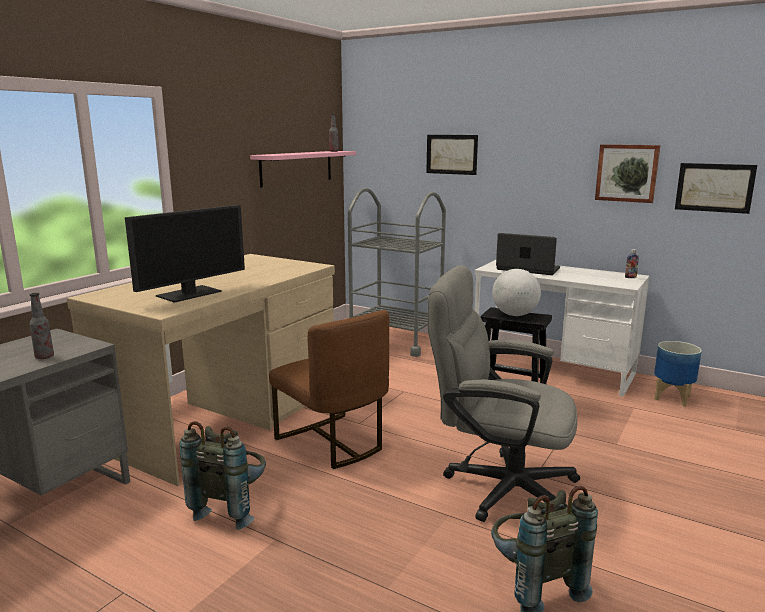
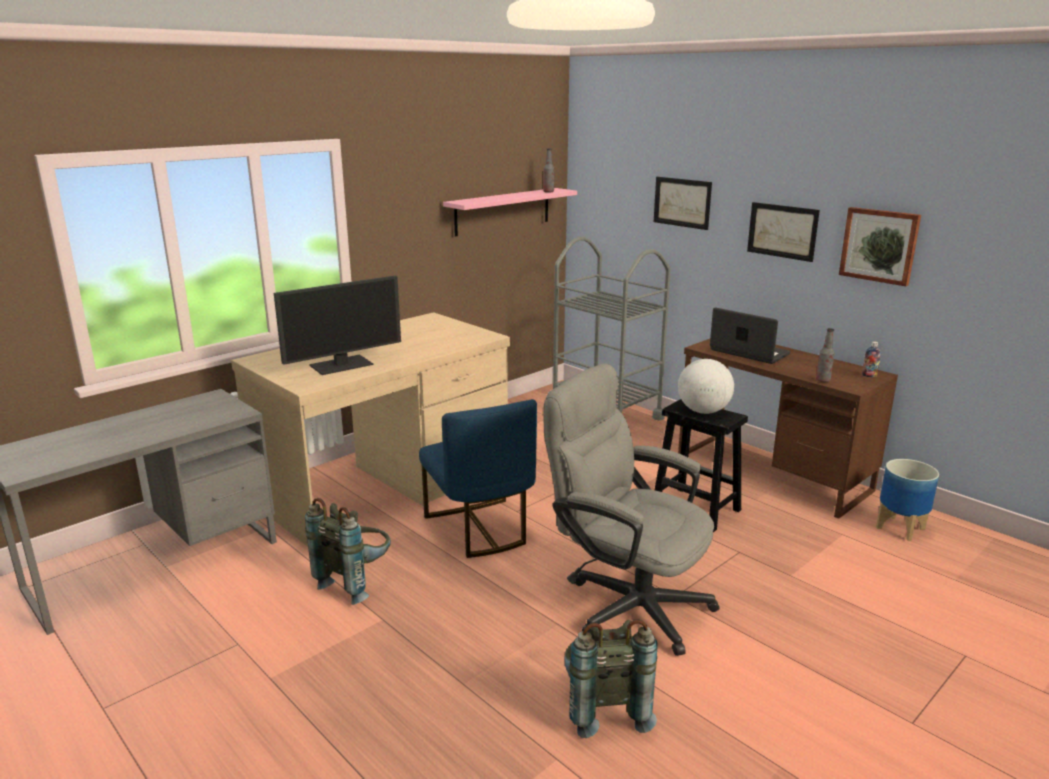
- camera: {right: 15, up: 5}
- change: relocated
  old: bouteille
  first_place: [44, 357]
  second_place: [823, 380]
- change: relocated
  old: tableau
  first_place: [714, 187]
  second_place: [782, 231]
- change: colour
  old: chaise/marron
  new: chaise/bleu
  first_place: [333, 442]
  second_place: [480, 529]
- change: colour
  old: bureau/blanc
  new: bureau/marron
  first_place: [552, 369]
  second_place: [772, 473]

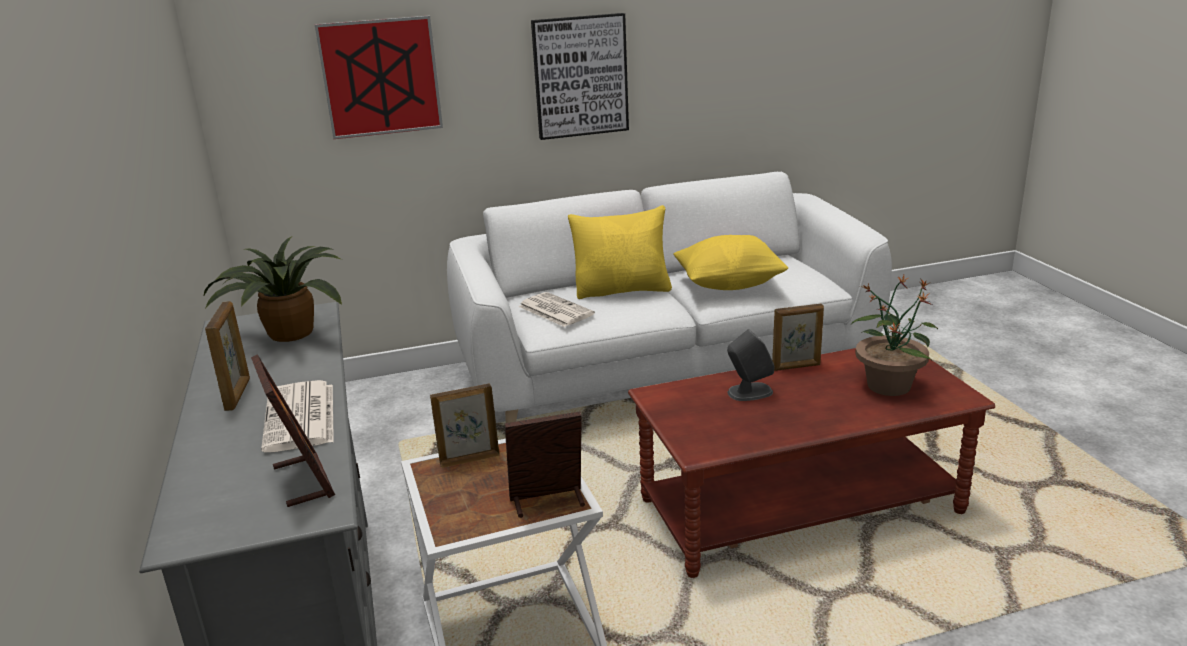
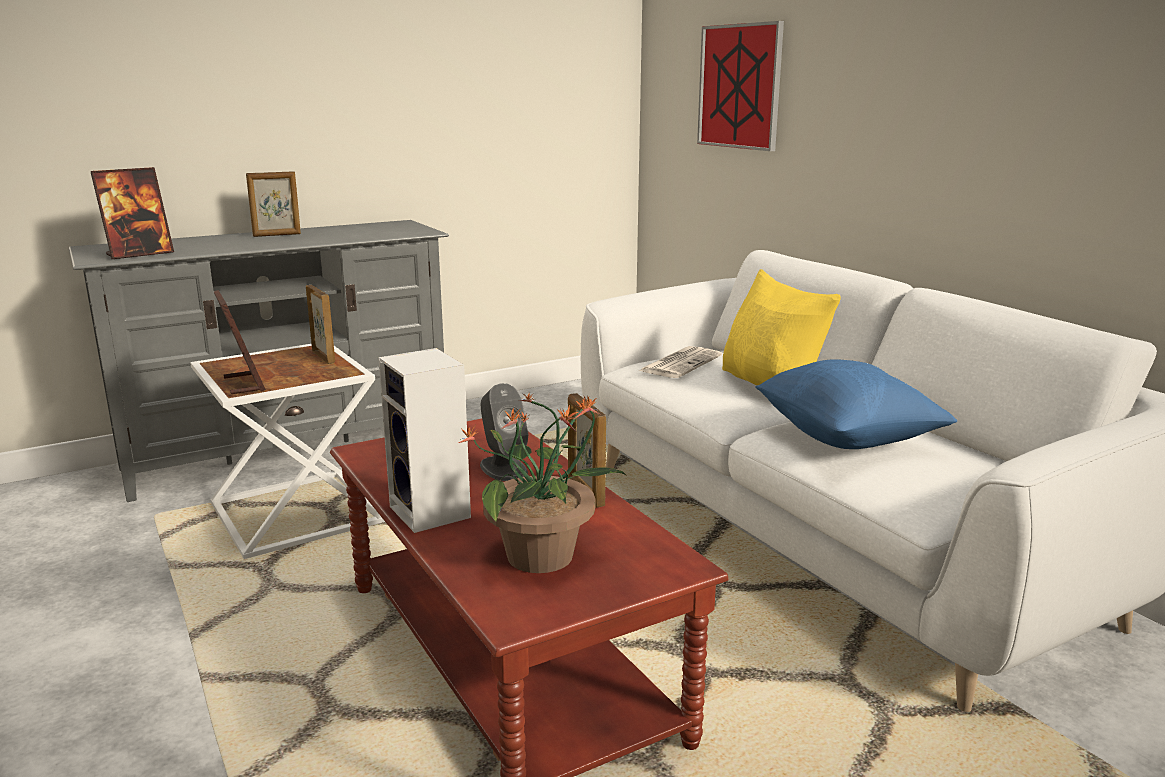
- camera: {right: 75, up: -5}
- change: missing
  old: plante en pot
  first_place: [286, 334]
- change: missing
  old: journal
  first_place: [301, 418]
- change: missing
  old: tableau
  first_place: [580, 76]
- change: appeared
  new: enceinte
  second_place: [432, 513]
- change: colour
  old: coussin/jaune
  new: coussin/bleu
  first_place: [729, 284]
  second_place: [846, 439]

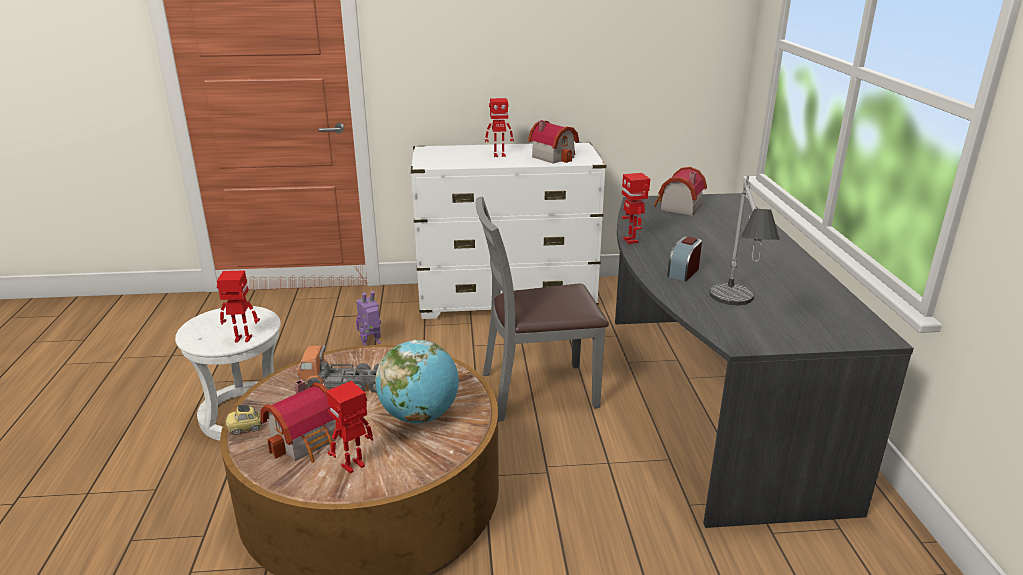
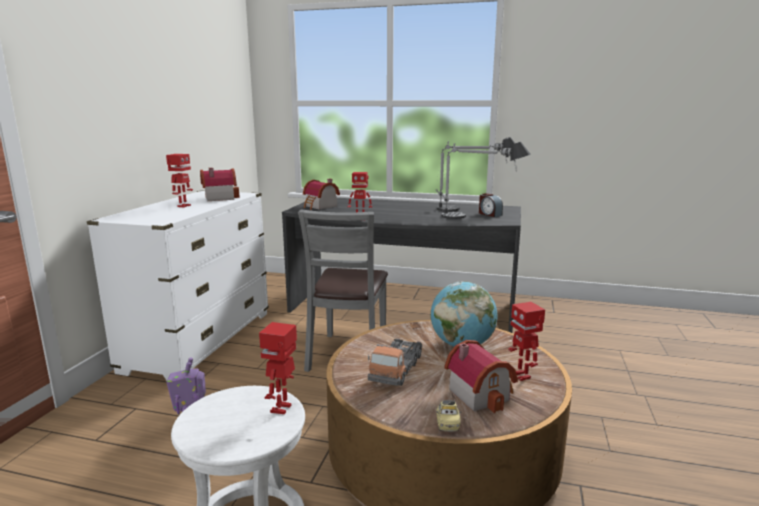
- camera: {right: -70, up: -10}
- change: appeared
  new: lampe de table
  second_place: [472, 209]
- change: relocated
  old: réveil
  first_place: [683, 272]
  second_place: [489, 214]

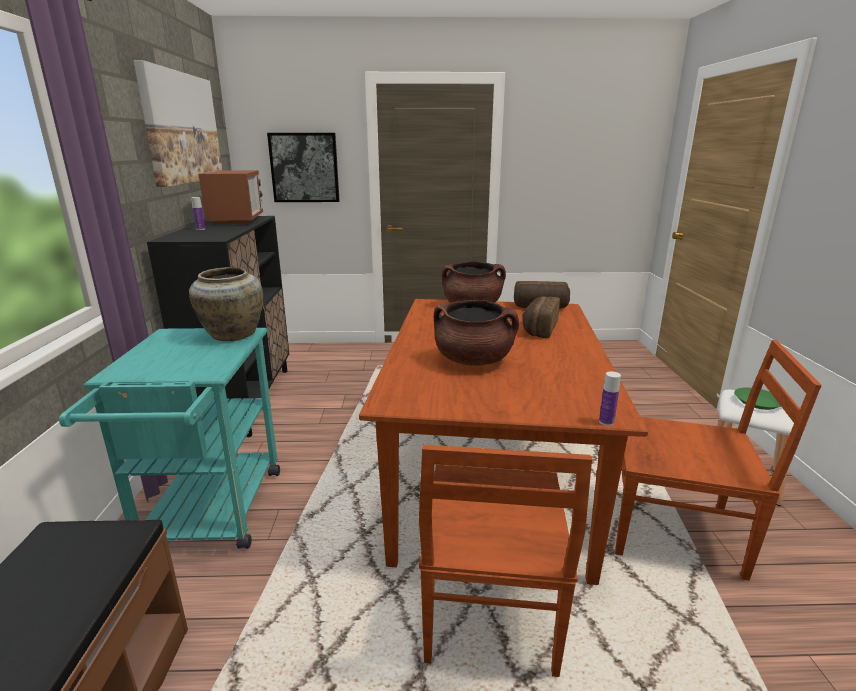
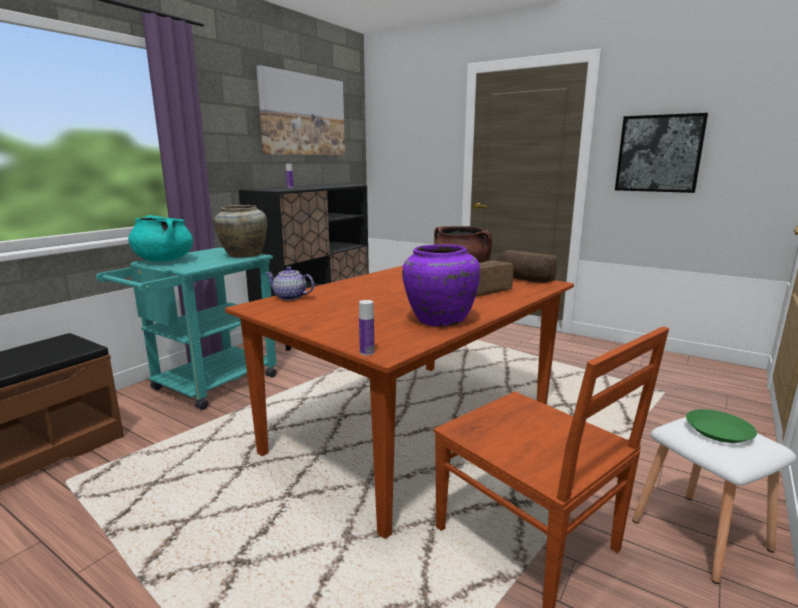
- camera: {right: 35, up: -5}
- change: missing
  old: micro-ondes
  first_place: [237, 220]
- change: missing
  old: chaise/marron
  first_place: [490, 611]
- change: missing
  old: marmite/marron
  first_place: [473, 360]
- change: appeared
  new: marmite/turquoise
  second_place: [164, 260]
- change: appeared
  new: théière
  second_place: [290, 297]
- change: appeared
  new: vase/violet
  second_place: [439, 320]
- change: relocated
  old: tableau
  first_place: [304, 168]
  second_place: [659, 153]

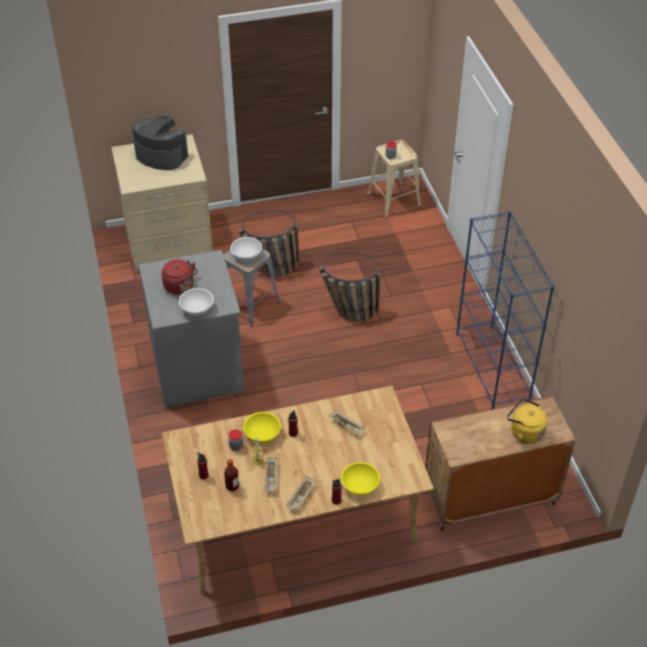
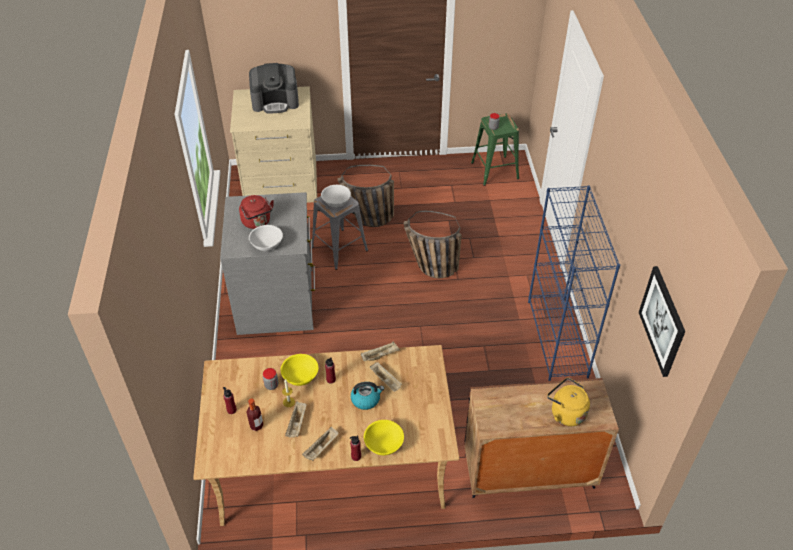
- camera: {right: 10, up: 0}
- change: appeared
  new: bouilloire
  second_place: [366, 399]
- change: appeared
  new: plateau/beige
  second_place: [380, 355]
- change: appeared
  new: tableau
  second_place: [662, 321]
- change: colour
  old: tabouret/beige
  new: tabouret/vert
  first_place: [393, 200]
  second_place: [494, 170]
- change: spun
  old: machine à café
  first_place: [161, 155]
  second_place: [275, 102]
  degrees: 135

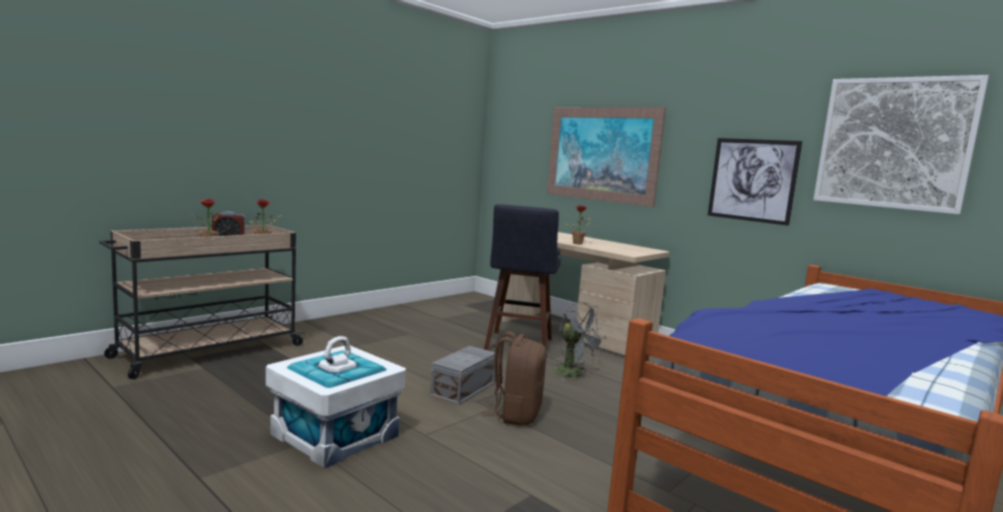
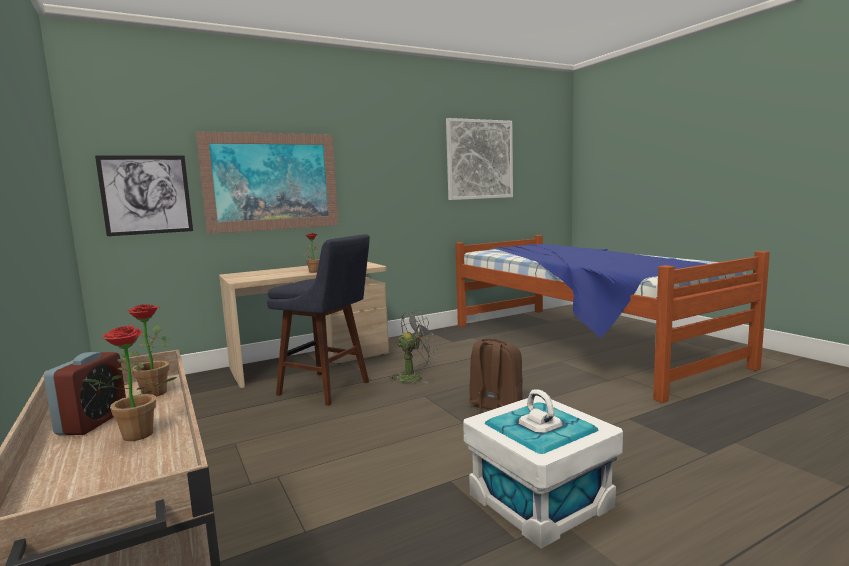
- camera: {right: -70, up: 0}
- change: missing
  old: boîte de rangement/gris
  first_place: [464, 389]
- change: relocated
  old: tableau
  first_place: [752, 180]
  second_place: [146, 195]

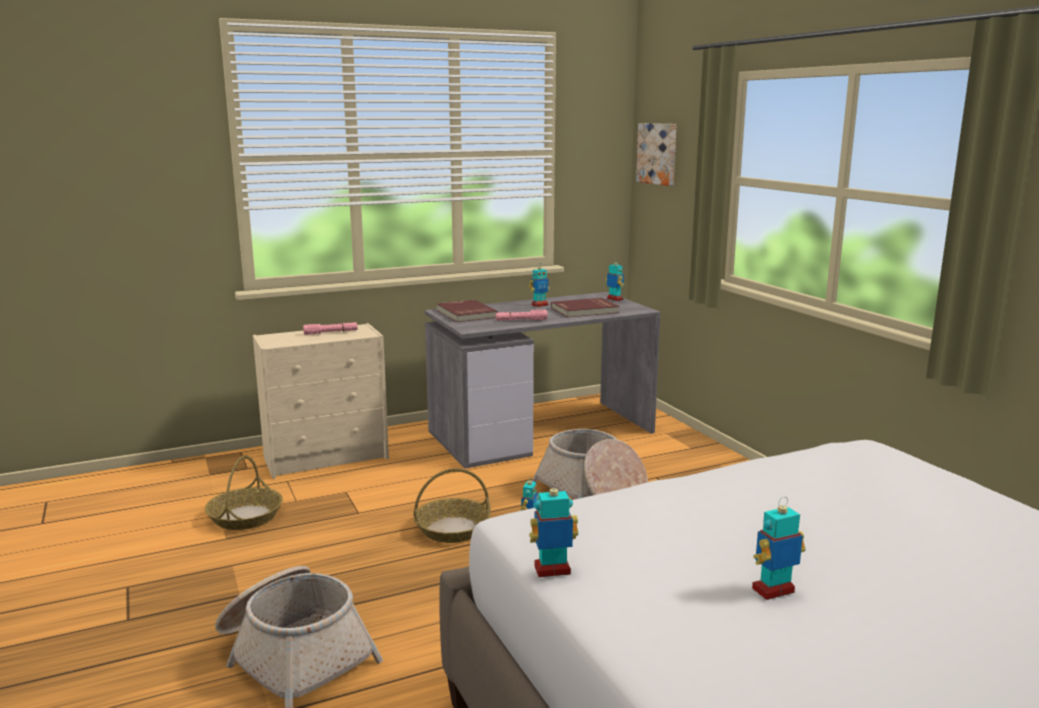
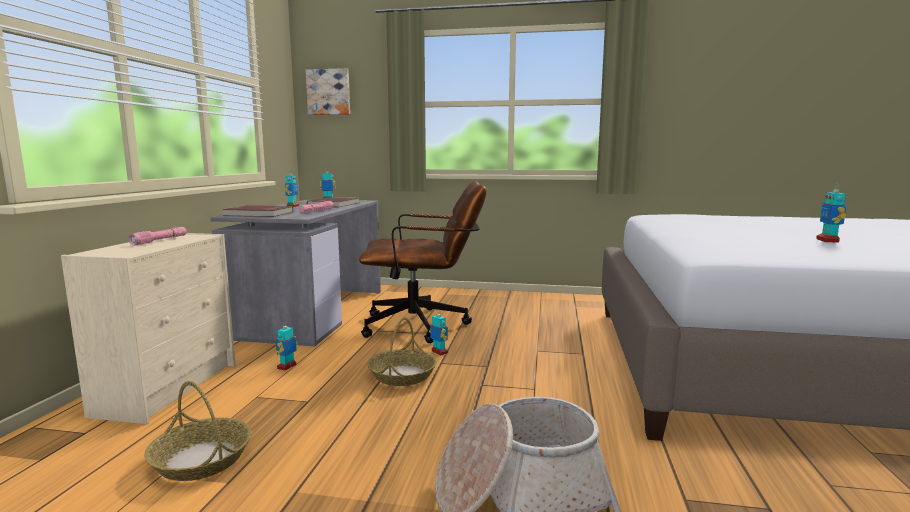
- camera: {right: -55, up: -5}
- change: relocated
  old: robot jouet
  first_place: [552, 571]
  second_place: [287, 367]
- change: exchanged
  old: panier
  new: chaise de bureau/marron
  first_place: [592, 492]
  second_place: [425, 325]

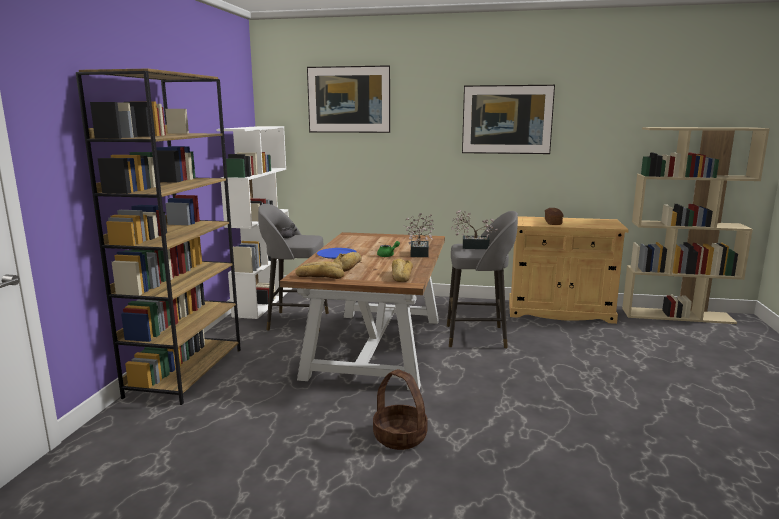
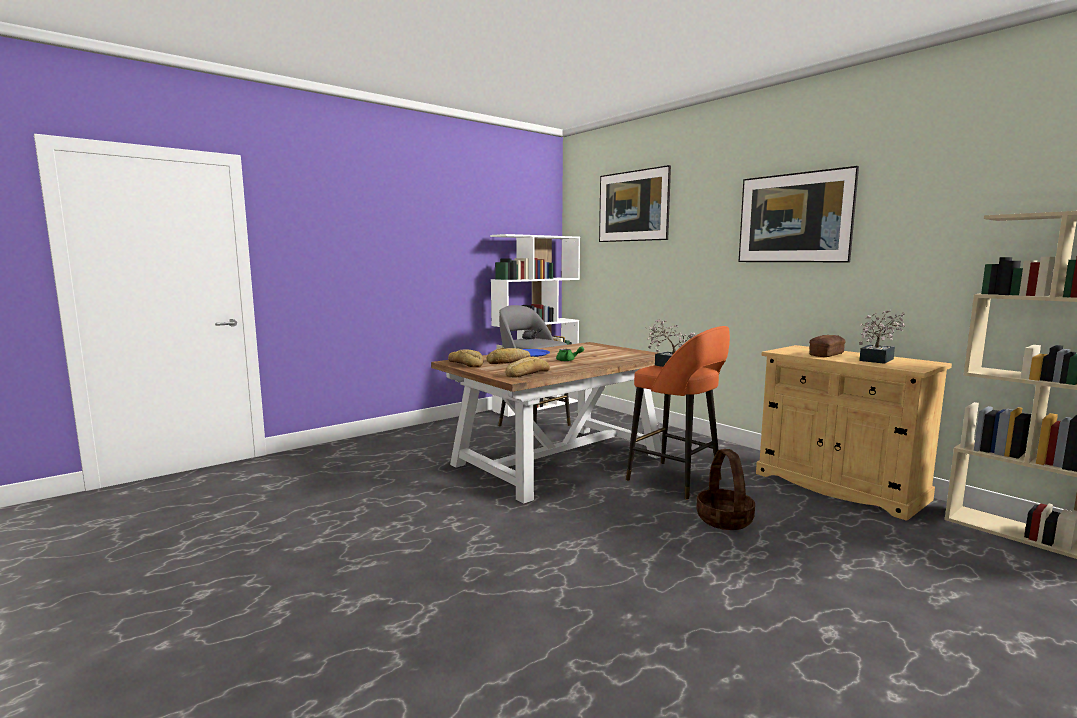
- camera: {right: 40, up: -5}
- change: missing
  old: bibliothèque/marron
  first_place: [186, 372]
- change: relocated
  old: panier
  first_place: [400, 437]
  second_place: [725, 520]
- change: relocated
  old: plante en pot
  first_place: [420, 252]
  second_place: [878, 359]
- change: colour
  old: tabouret/gris
  new: tabouret/orange
  first_place: [478, 337]
  second_place: [676, 480]

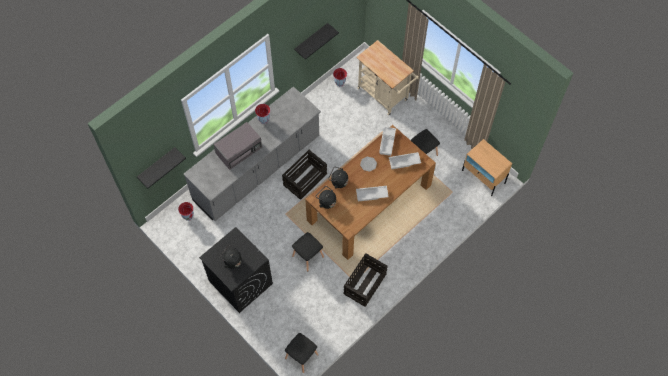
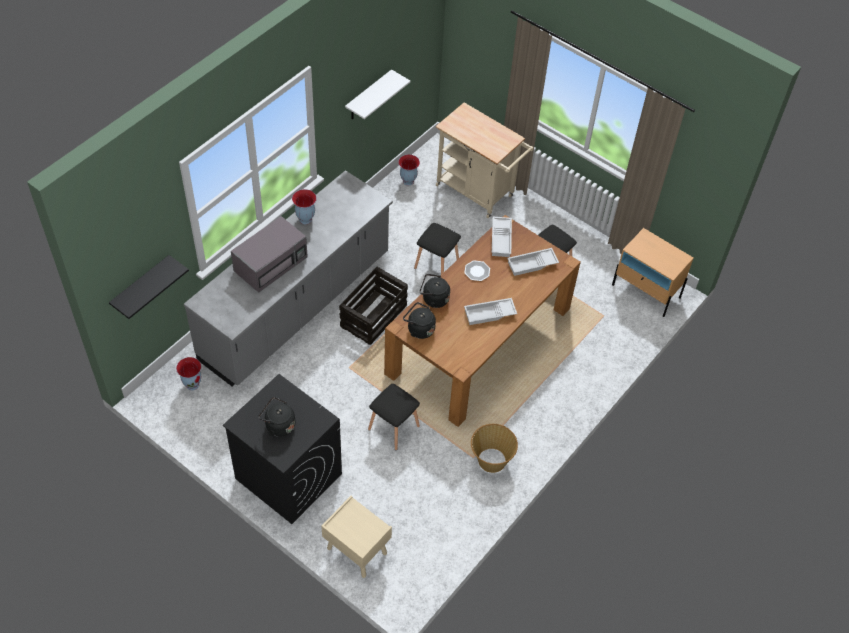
- camera: {right: -10, up: -10}
- change: appeared
  new: table de chevet/beige
  second_place: [356, 550]
- change: relocated
  old: tabouret/noir
  first_place: [301, 356]
  second_place: [436, 264]
- change: exchanged
  old: caisse
  new: panier
  first_place: [365, 283]
  second_place: [491, 460]
- change: colour
  old: étagère/noir
  new: étagère/blanc
  first_place: [311, 40]
  second_place: [368, 96]

